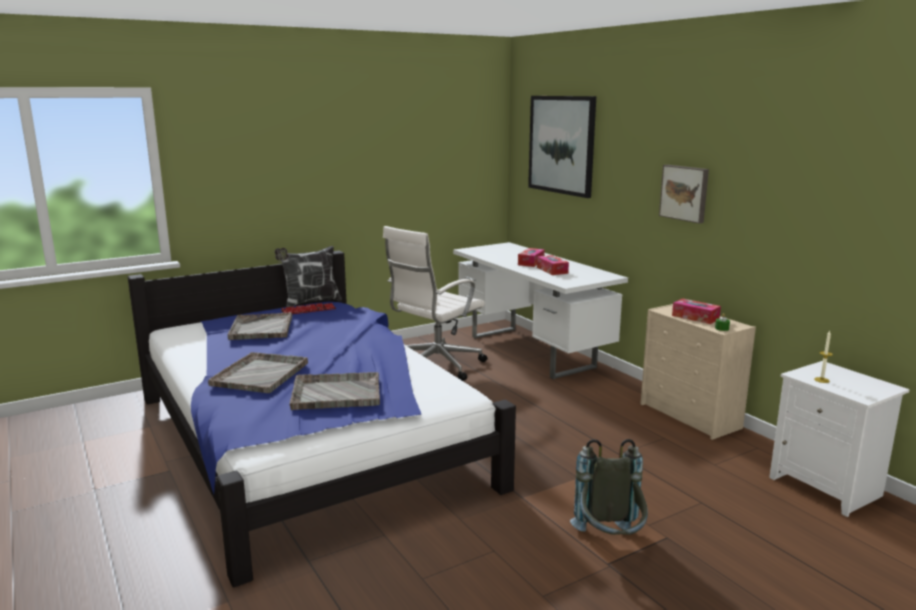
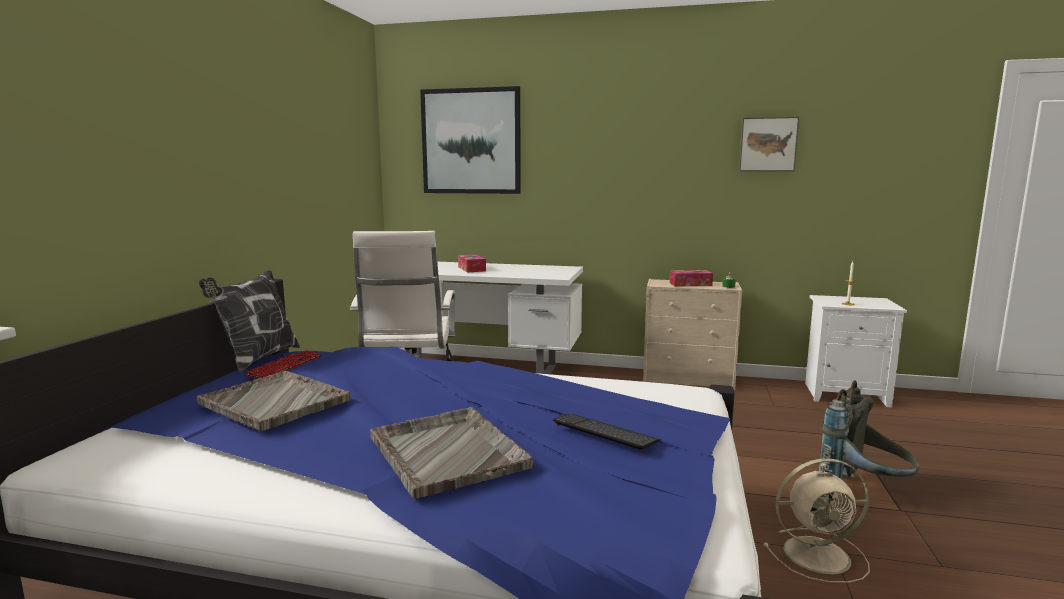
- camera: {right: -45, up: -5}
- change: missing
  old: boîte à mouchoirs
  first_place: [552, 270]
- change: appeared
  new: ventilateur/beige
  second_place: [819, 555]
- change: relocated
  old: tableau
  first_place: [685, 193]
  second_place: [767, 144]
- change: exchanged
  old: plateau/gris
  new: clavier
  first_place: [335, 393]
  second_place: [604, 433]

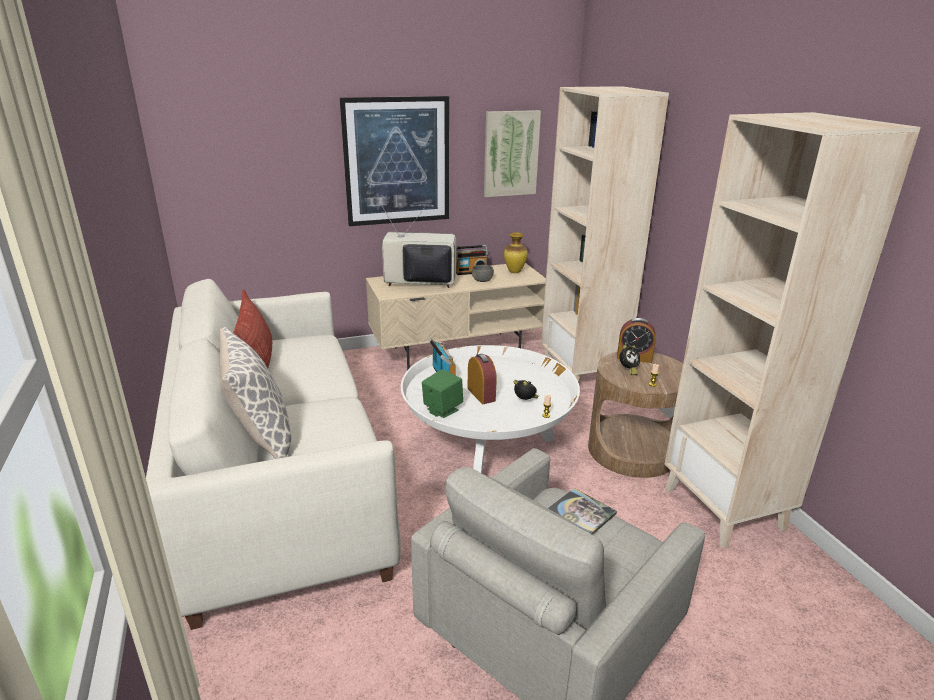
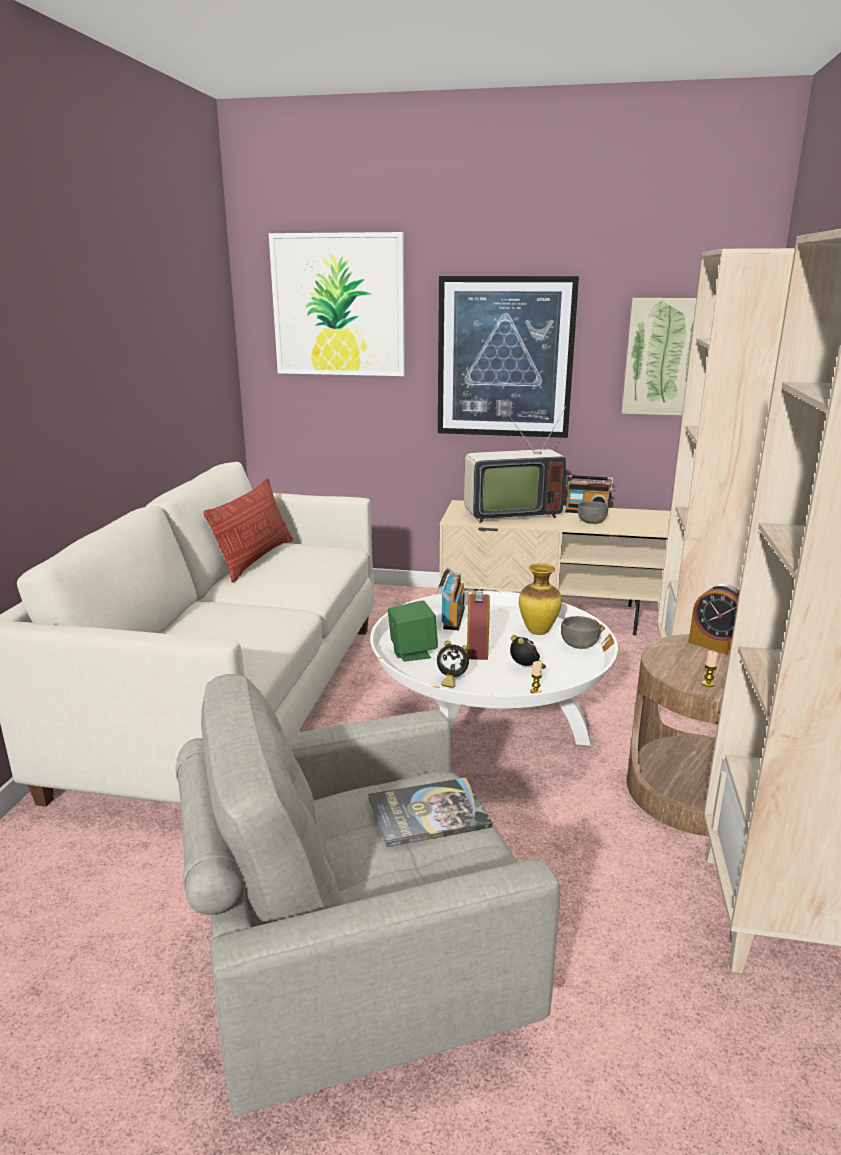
- camera: {right: 30, up: -5}
- change: missing
  old: coussin
  first_place: [261, 438]
- change: appeared
  new: tableau
  second_place: [339, 305]
- change: appeared
  new: bol/gris
  second_place: [578, 644]
- change: relocated
  old: vase
  first_place: [514, 272]
  second_place: [538, 632]
- change: relocated
  old: réveil
  first_place: [628, 370]
  second_place: [451, 680]
- change: spun
  old: téléviseur
  first_place: [421, 283]
  second_place: [509, 514]
  degrees: 135

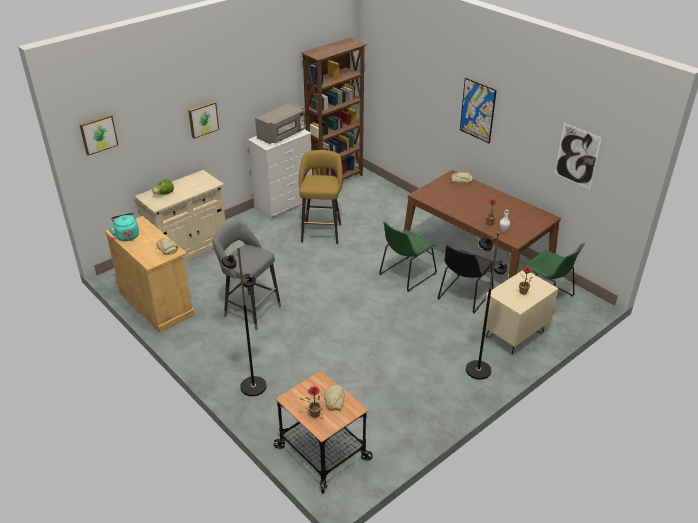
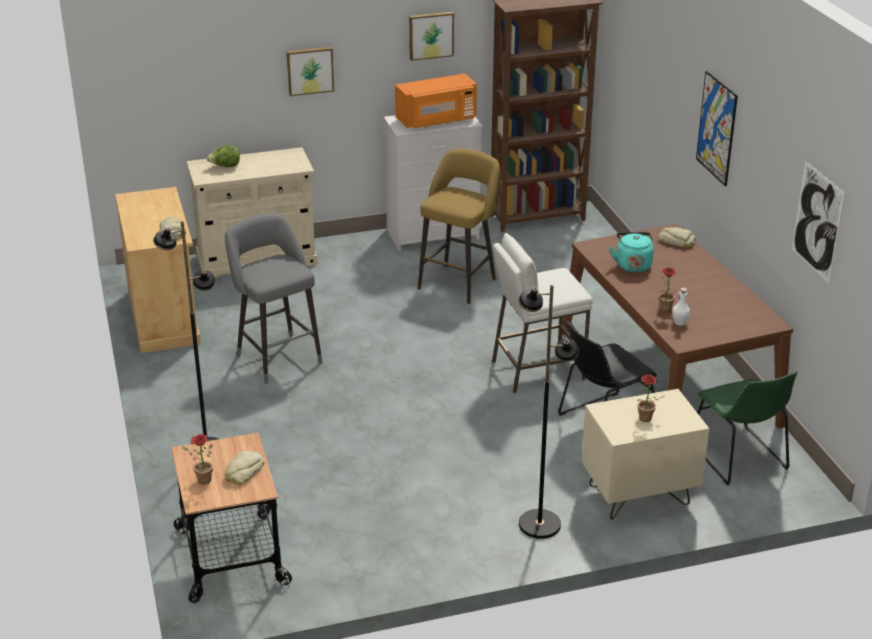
- camera: {right: 25, up: -5}
- change: relocated
  old: tableau
  first_place: [98, 134]
  second_place: [431, 35]
- change: relocated
  old: bouilloire/turquoise
  first_place: [127, 235]
  second_place: [632, 265]
- change: exchanged
  old: chaise/vert
  new: tabouret/blanc
  first_place: [406, 275]
  second_place: [537, 370]
- change: colour
  old: micro-ondes/gris
  new: micro-ondes/orange
  first_place: [282, 135]
  second_place: [437, 120]

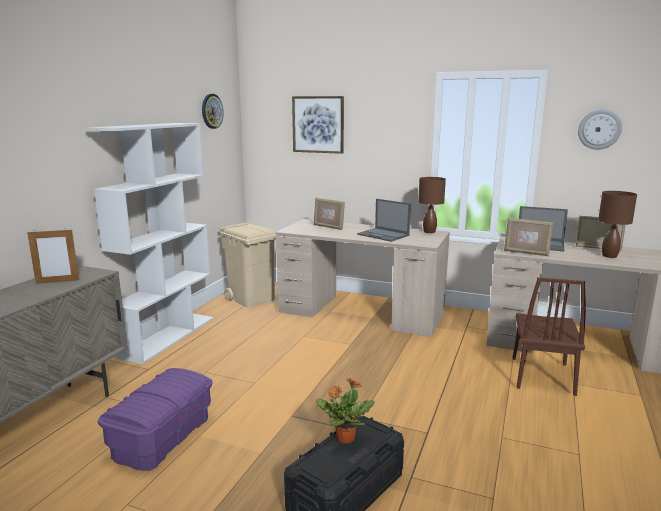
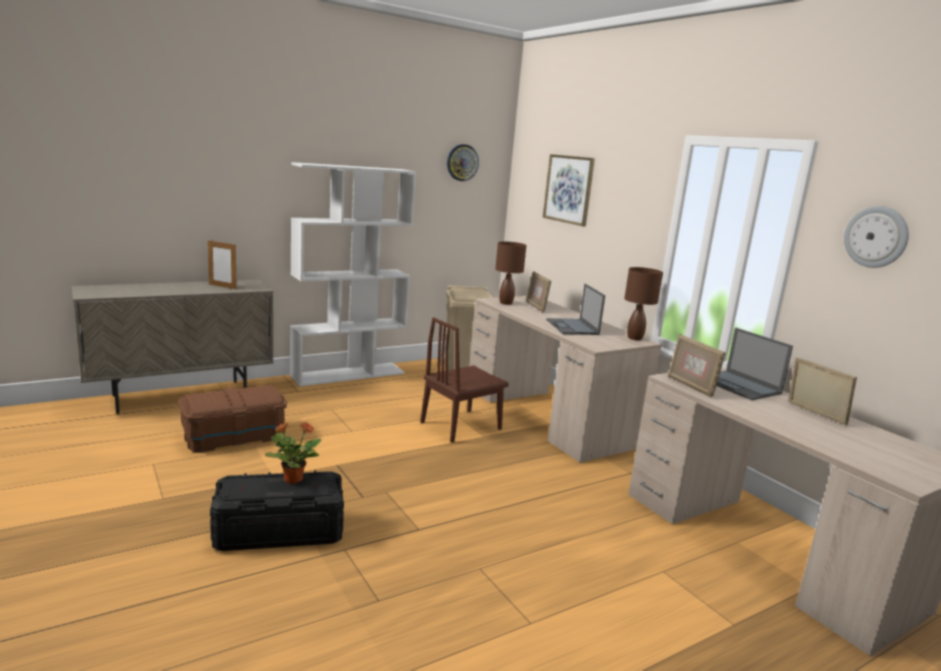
- camera: {right: 35, up: 0}
- change: relocated
  old: chaise/marron
  first_place: [542, 375]
  second_place: [461, 425]
- change: relocated
  old: lampe de table/marron
  first_place: [609, 256]
  second_place: [505, 303]
- change: colour
  old: boîte de rangement/violet
  new: boîte de rangement/marron
  first_place: [162, 436]
  second_place: [234, 436]

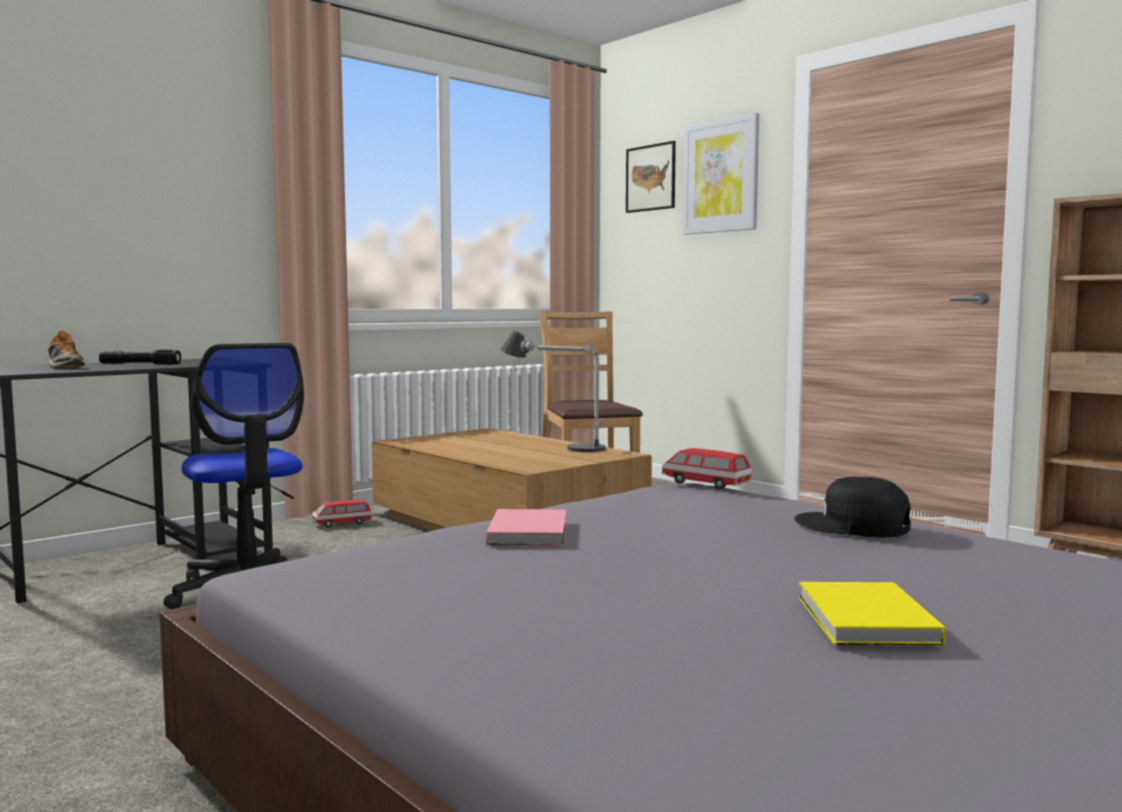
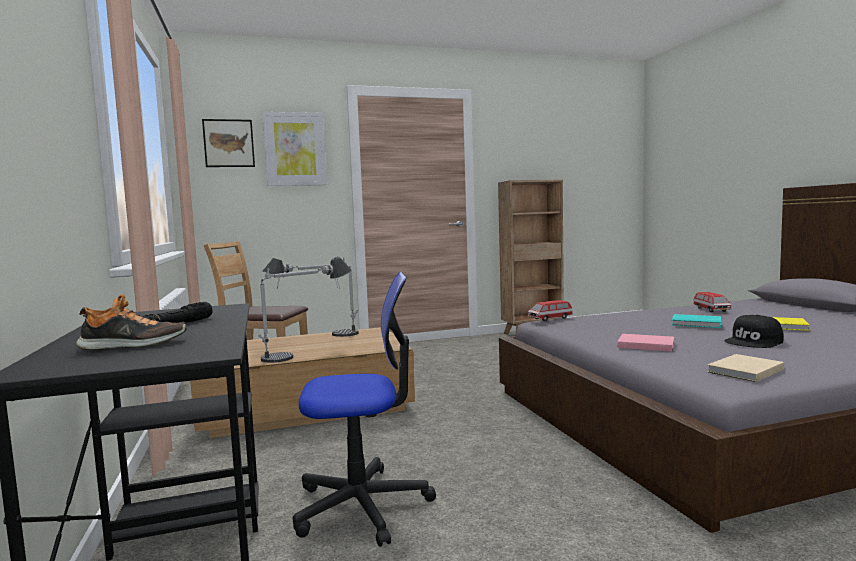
- camera: {right: -65, up: 0}
- change: appeared
  new: lampe de table
  second_place: [306, 352]
- change: appeared
  new: livre/turquoise
  second_place: [697, 323]
- change: appeared
  new: livre/beige
  second_place: [743, 371]
- change: relocated
  old: petite voiture
  first_place: [341, 524]
  second_place: [711, 310]
- change: relocated
  old: casquette/noir
  first_place: [852, 526]
  second_place: [754, 341]

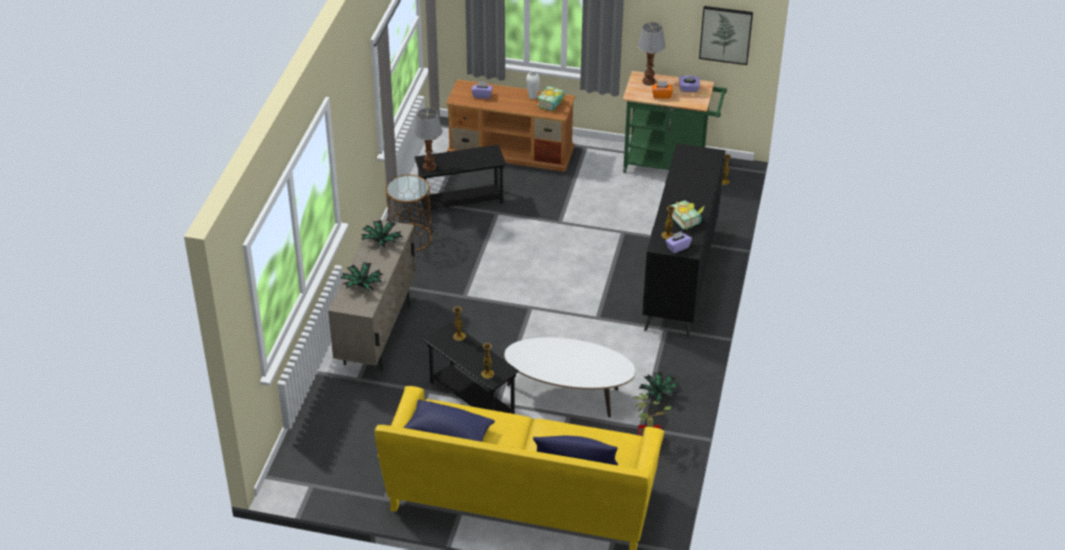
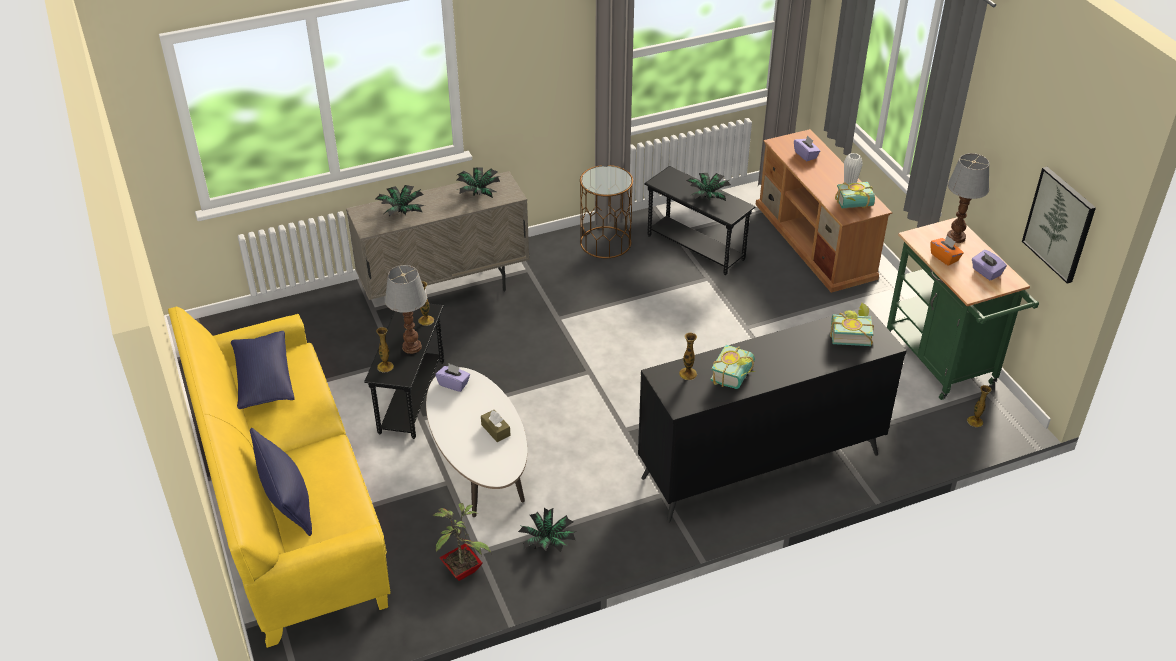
- camera: {right: 55, up: 0}
- change: appeared
  new: boîte à mouchoirs/marron
  second_place: [495, 430]
- change: appeared
  new: plante en pot
  second_place: [707, 196]
- change: appeared
  new: livre
  second_place: [850, 334]
- change: relocated
  old: lampe de table
  first_place: [429, 167]
  second_place: [411, 347]
- change: relocated
  old: boîte à mouchoirs/violet
  first_place: [677, 247]
  second_place: [454, 384]

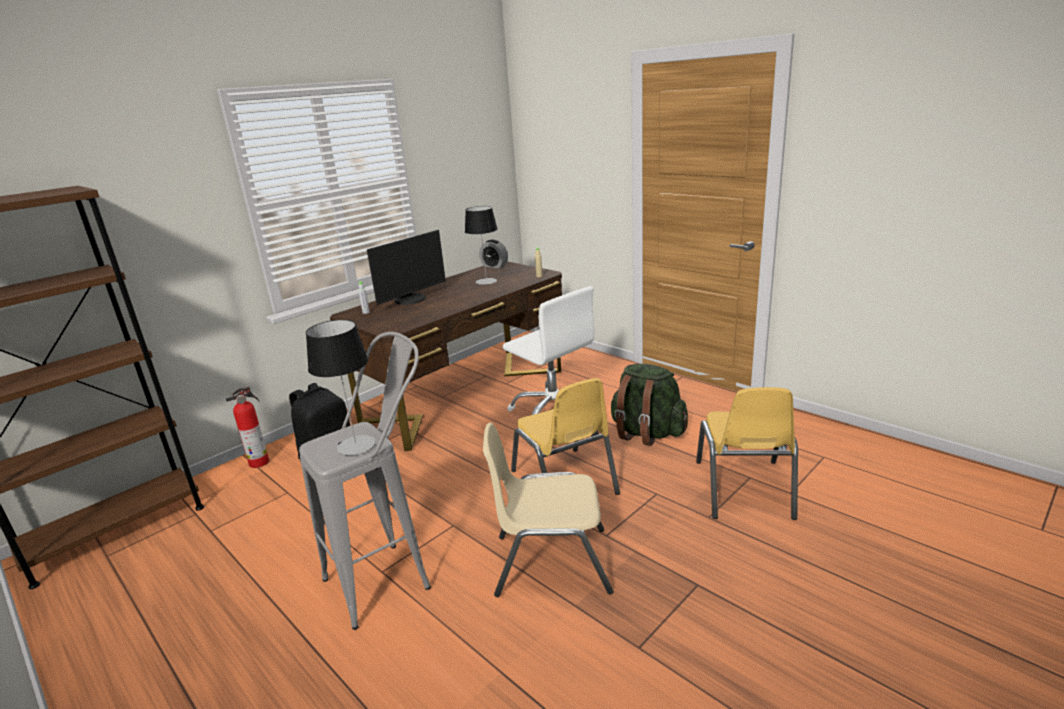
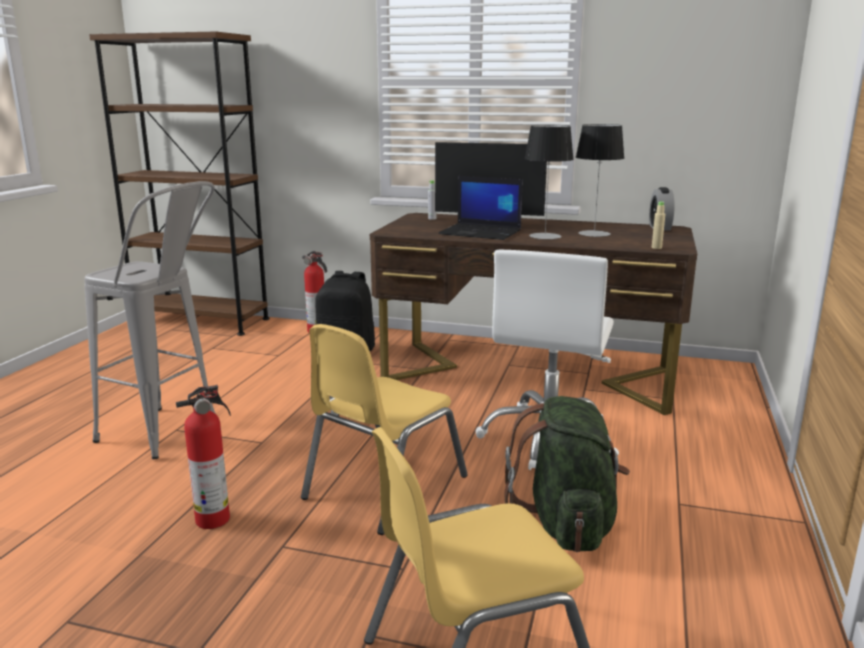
- camera: {right: 60, up: -5}
- change: appeared
  new: ordinateur portable
  second_place: [481, 232]
- change: relocated
  old: lampe de table
  first_place: [356, 445]
  second_place: [545, 236]
- change: exchanged
  old: chaise/beige
  new: extincteur
  first_place: [551, 562]
  second_place: [215, 518]

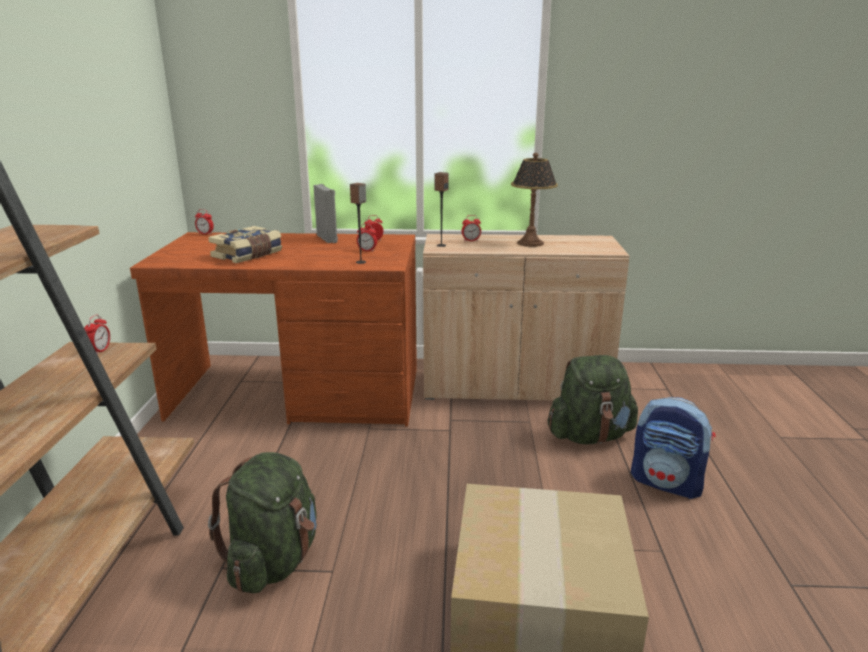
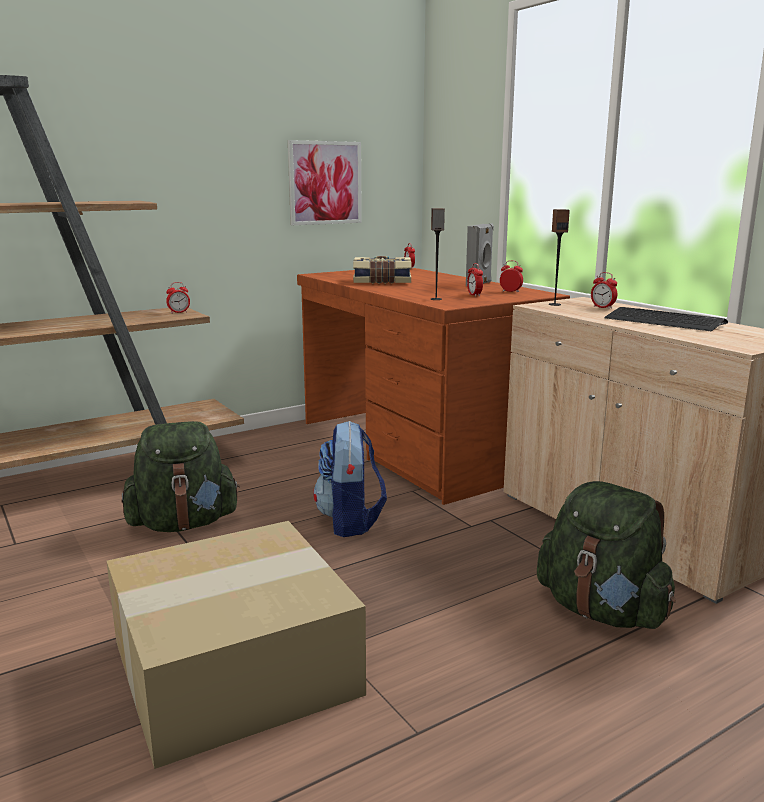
- camera: {right: 55, up: -5}
- change: appeared
  new: tableau
  second_place: [325, 183]
- change: relocated
  old: sac à dos
  first_place: [667, 483]
  second_place: [350, 521]
- change: exchanged
  old: lampe de table
  new: clavier
  first_place: [531, 243]
  second_place: [663, 321]

